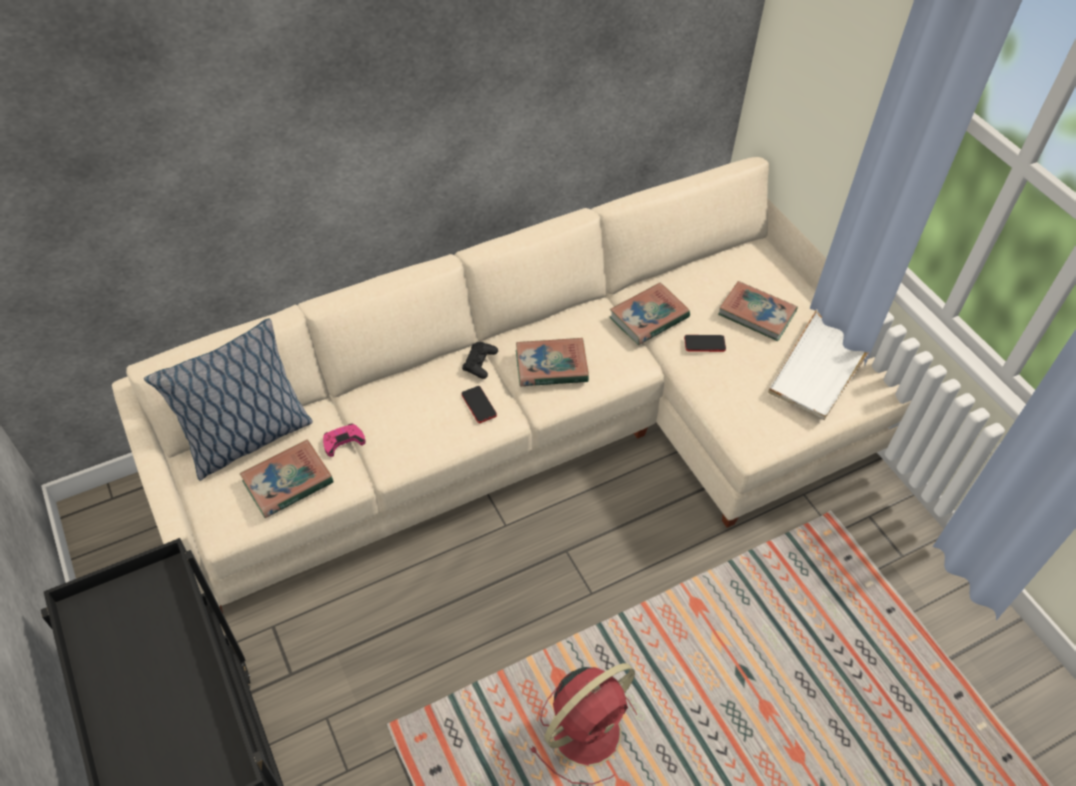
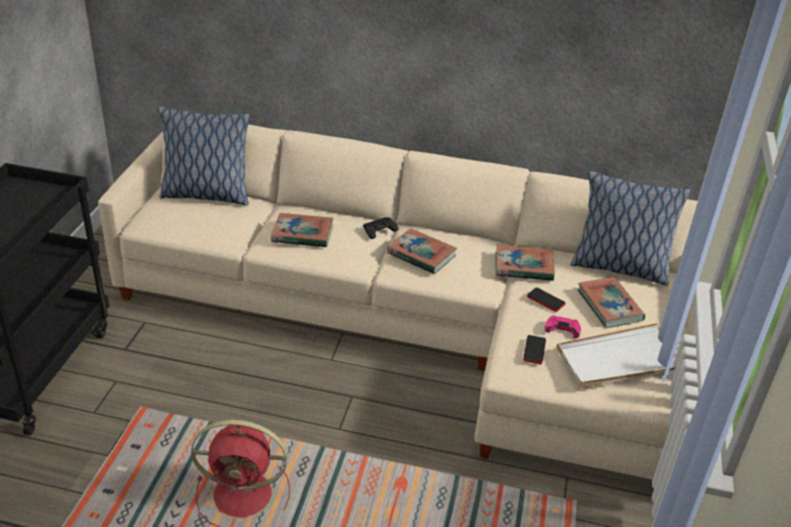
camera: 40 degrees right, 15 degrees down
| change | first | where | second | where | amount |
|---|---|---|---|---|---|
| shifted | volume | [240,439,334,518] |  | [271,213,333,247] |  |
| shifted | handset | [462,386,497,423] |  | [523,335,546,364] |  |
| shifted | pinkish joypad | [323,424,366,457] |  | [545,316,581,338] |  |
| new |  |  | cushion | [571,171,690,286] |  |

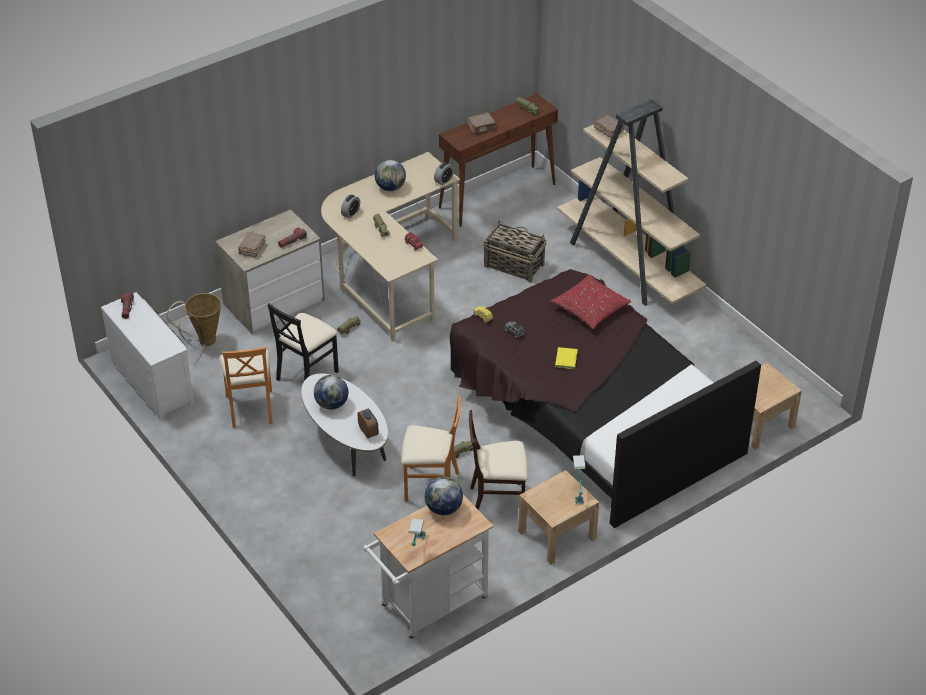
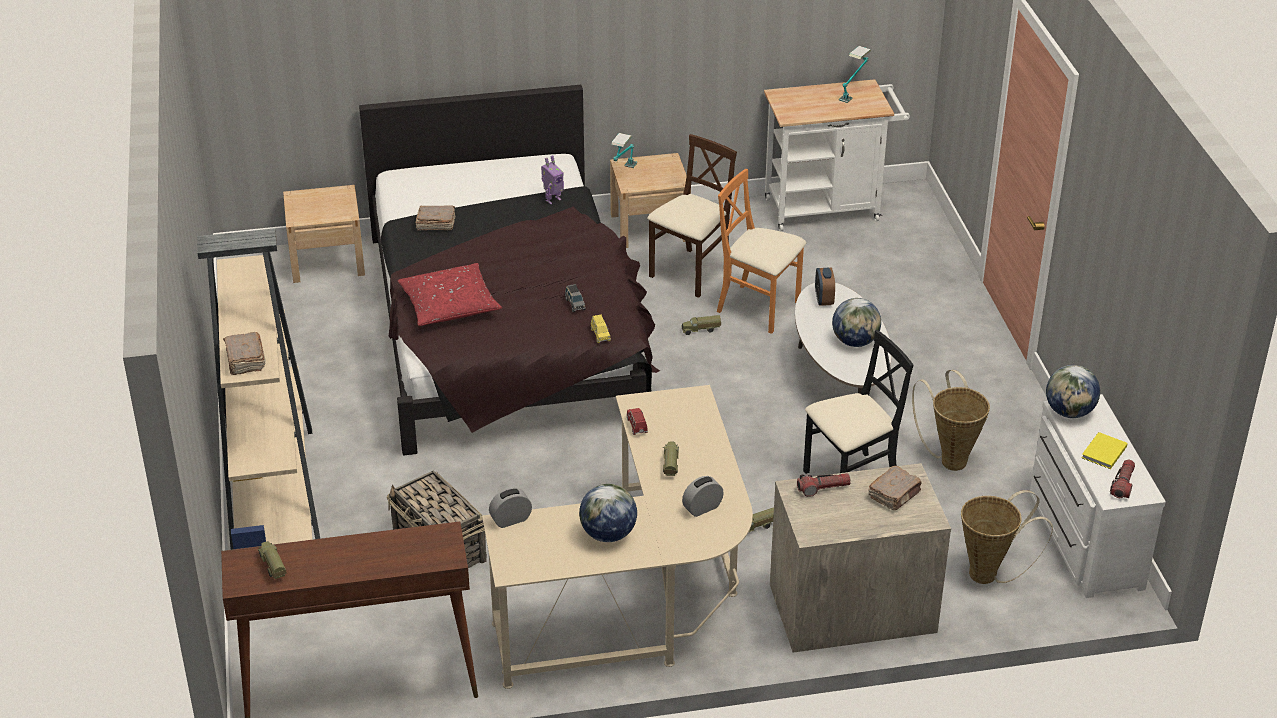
camera: 155 degrees left, 5 degrees down
| change | first | where | second | where | amount |
|---|---|---|---|---|---|
| shifted | brown volume | [468,113,496,133] |  | [416,205,455,230] |  |
| new |  |  | toy robot | [541,155,564,205] |  |
| rotated | beige-coloured chair | [469,410,528,510] |  | [647,134,737,298] | 75 degrees counterclockwise |
| swapped | orange-coloured chair | [219,347,273,428] | household basket | [912,370,990,471] |  |
| shifted | desk globe | [424,476,463,515] |  | [1046,365,1100,418] |  |
| shifted | yellow volume | [555,347,578,369] |  | [1082,432,1128,469] |  |

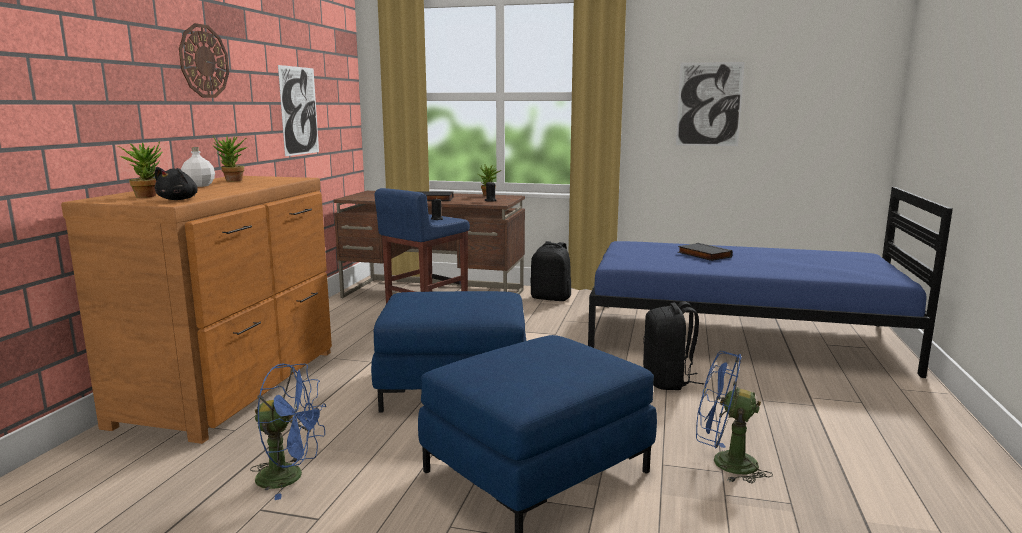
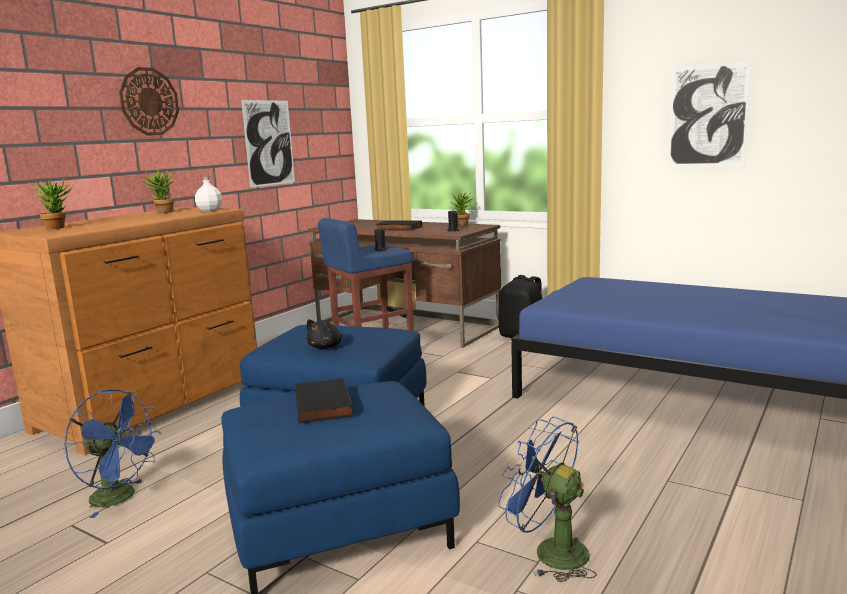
camera: 20 degrees right, 0 degrees up
| change | first | where | second | where | amount |
|---|---|---|---|---|---|
| shifted | white drink bottle | [181,147,215,187] |  | [195,176,222,211] |  |
| shifted | blackish volume | [678,243,733,261] |  | [295,378,354,423] |  |
| shifted | blackish cuddly toy | [155,167,198,200] |  | [306,319,342,349] |  |
| gone | blackish rucksack | [643,301,704,390] |  |  |  |

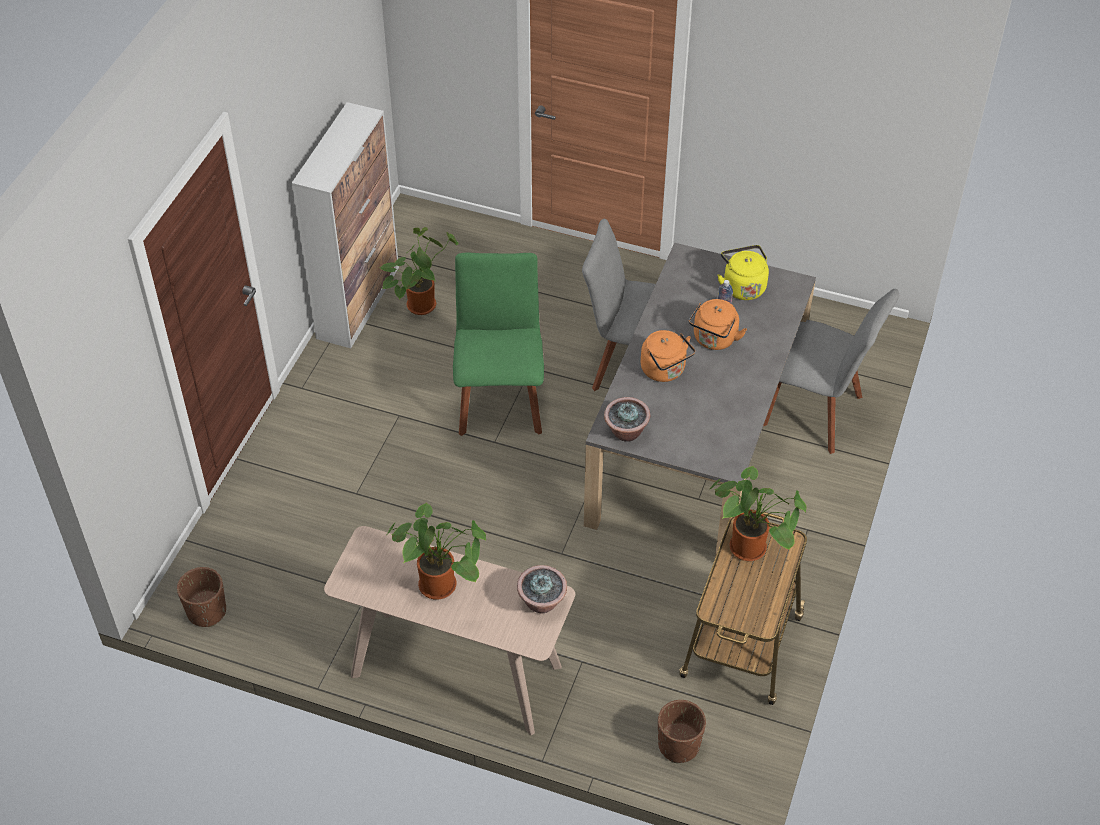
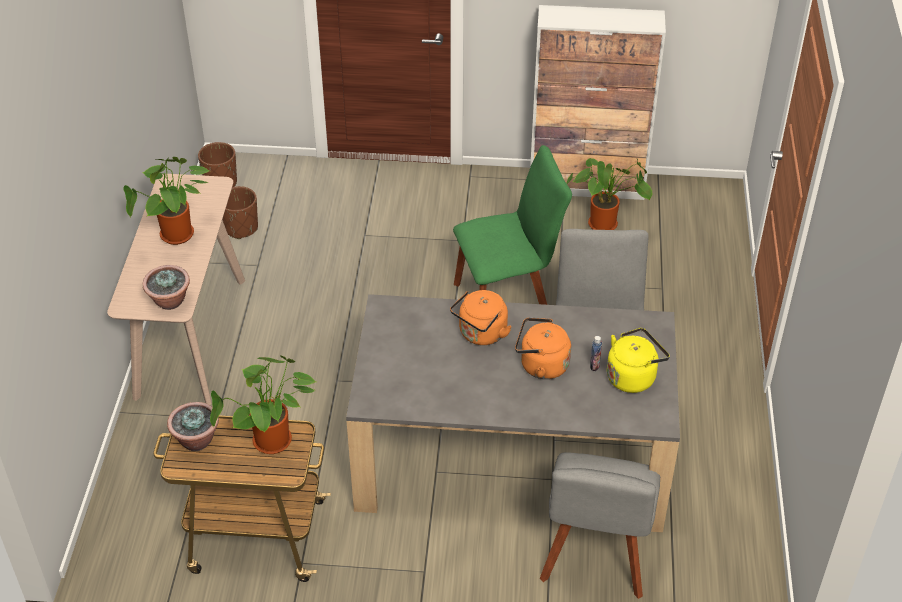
camera: 75 degrees right, 5 degrees down
| change | first | where | second | where | amount |
|---|---|---|---|---|---|
| shifted | potted plant | [604,397,650,442] |  | [167,402,219,451] |  |
| shifted | brown planter | [658,700,706,763] |  | [222,186,258,239] |  |

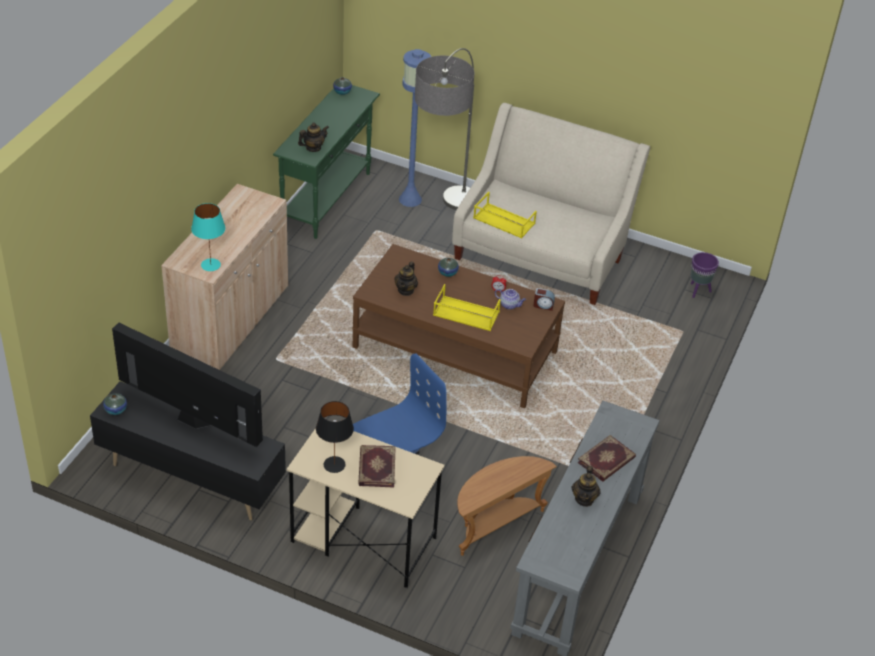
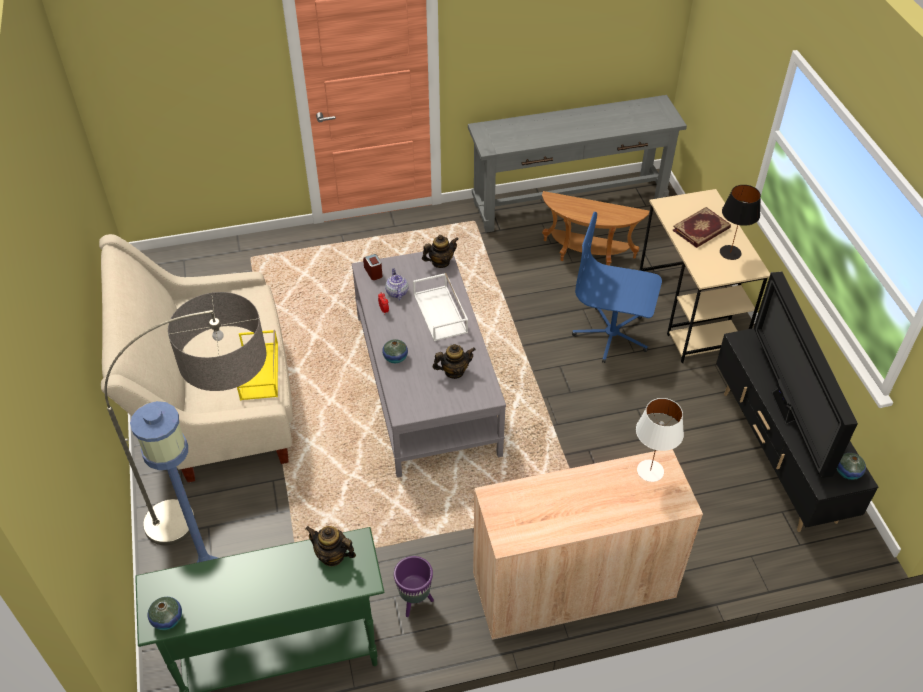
camera: 125 degrees left, 5 degrees up
| change | first | where | second | where | amount |
|---|---|---|---|---|---|
| repainted | brown low table | [352,244,565,408] | gray low table | [352,252,506,478] |  |
| shifted | purplish planter | [691,252,719,298] |  | [394,556,434,617] |  |
| repainted | yellow serving tray | [433,284,501,331] | white serving tray | [413,273,468,341] |  |
| shifted | pot for tea | [572,466,601,507] |  | [422,235,459,268] |  |
| repainted | blue-green table lamp | [191,203,225,271] | white table lamp | [636,398,684,482] |  |
| gone | volume | [577,435,636,482] |  |  |  |

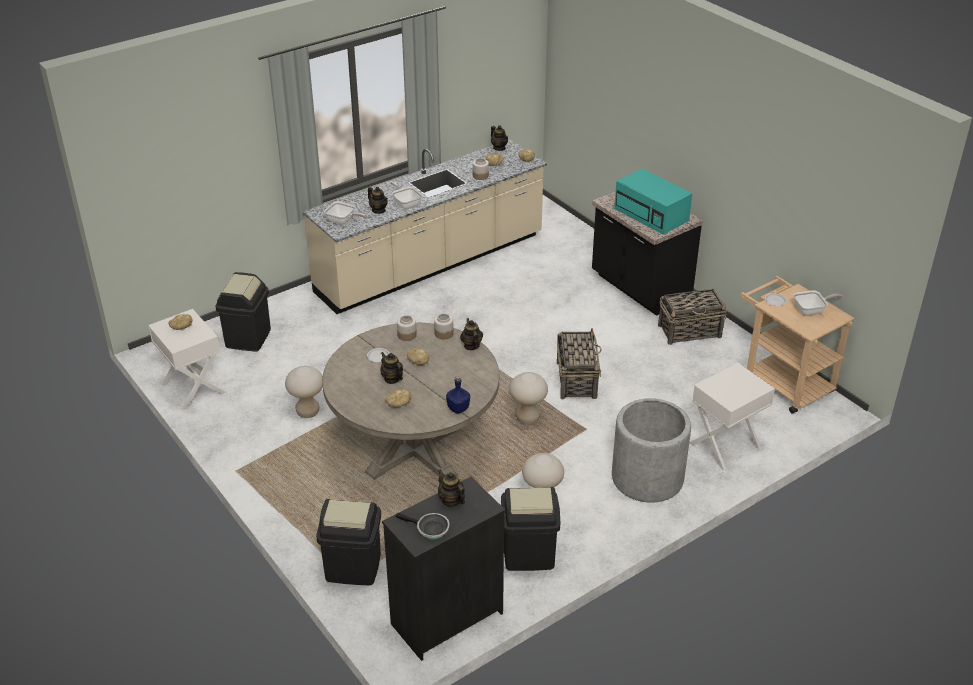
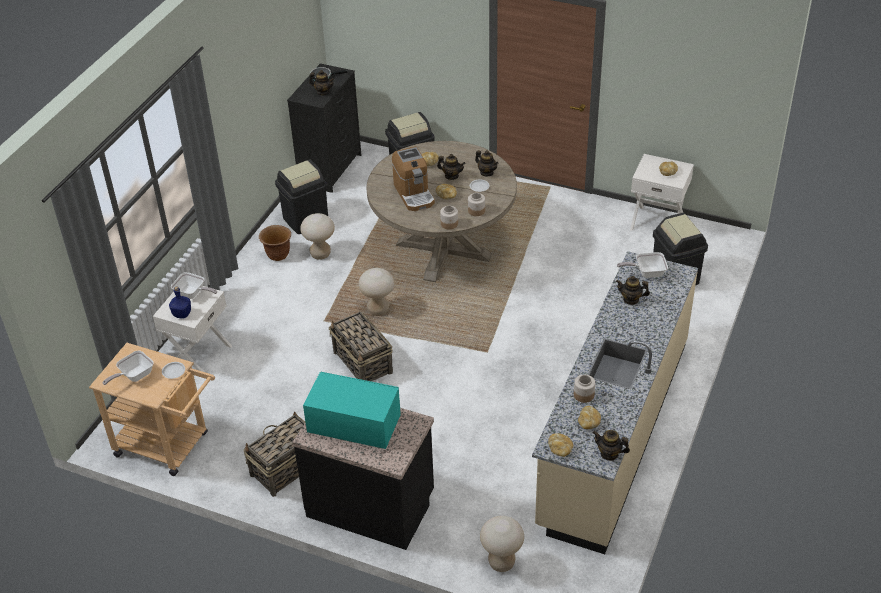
camera: 150 degrees right, 5 degrees up
| change | first | where | second | where | amount |
|---|---|---|---|---|---|
| shifted | blue drink bottle | [446,376,470,414] |  | [169,286,191,319] |  |
| shifted | skillet | [390,181,422,209] |  | [171,272,217,299] |  |
| new |  |  | brown planter | [259,225,291,261] |  |
| new |  |  | coffee machine | [392,146,435,211] |  |
| shifted | pot for tea | [460,318,483,350] |  | [475,150,498,176] |  |
| shifted | beige-coloured stool seat | [285,366,323,418] |  | [480,516,524,572] |  |
| gone | gray planter | [612,398,691,503] |  |  |  |

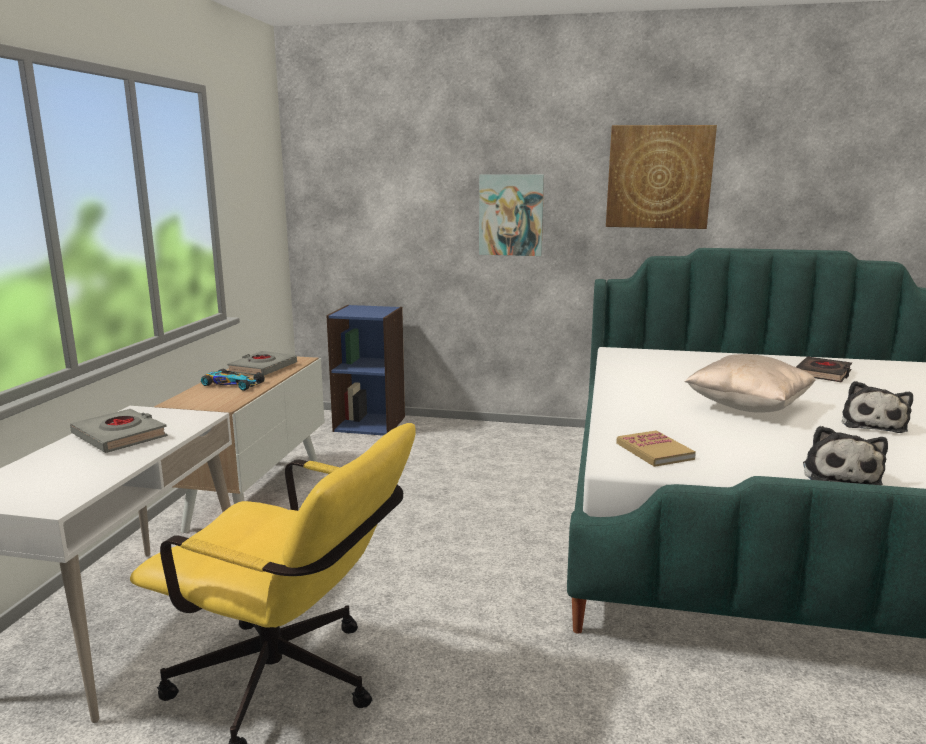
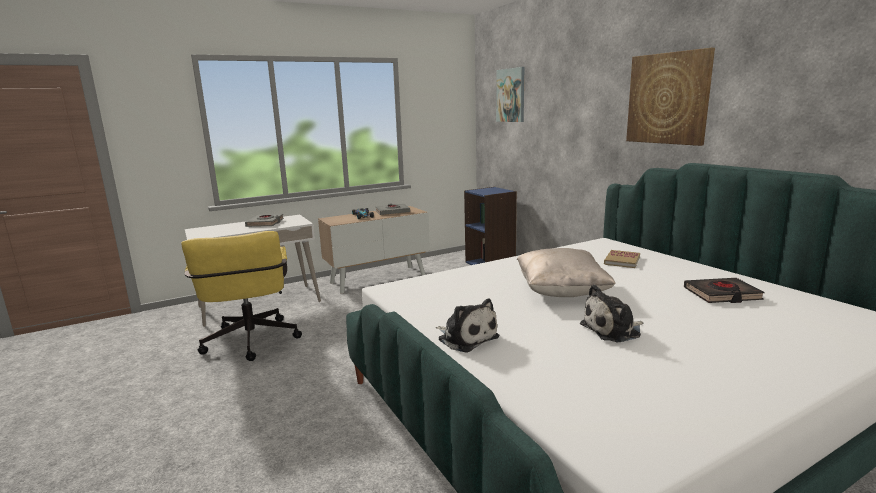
camera: 50 degrees right, 0 degrees up
| change | first | where | second | where | amount |
|---|---|---|---|---|---|
| rotated | cuddly toy | [803,426,888,485] |  | [436,298,499,353] | 105 degrees counterclockwise |
| shifted | picture | [479,174,544,256] |  | [496,67,524,122] |  |
| shifted | volume | [616,430,696,467] |  | [604,250,640,268] |  |

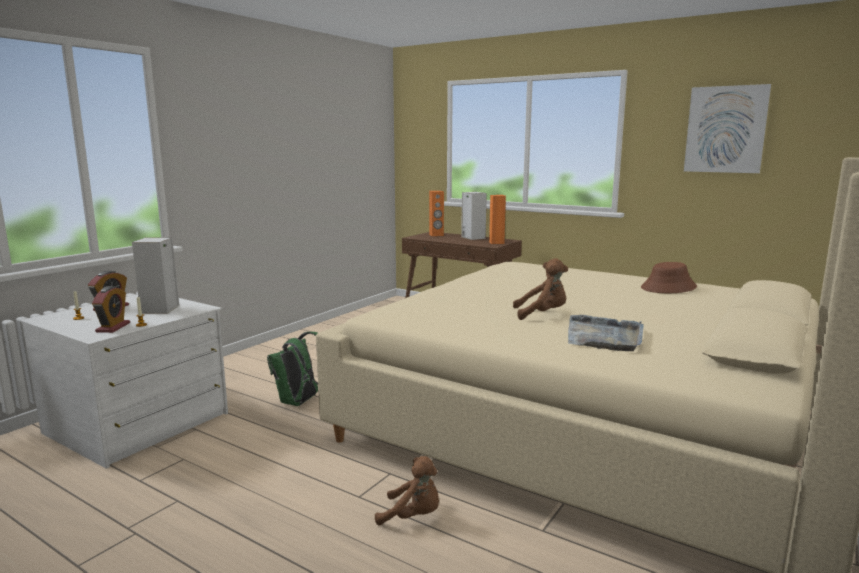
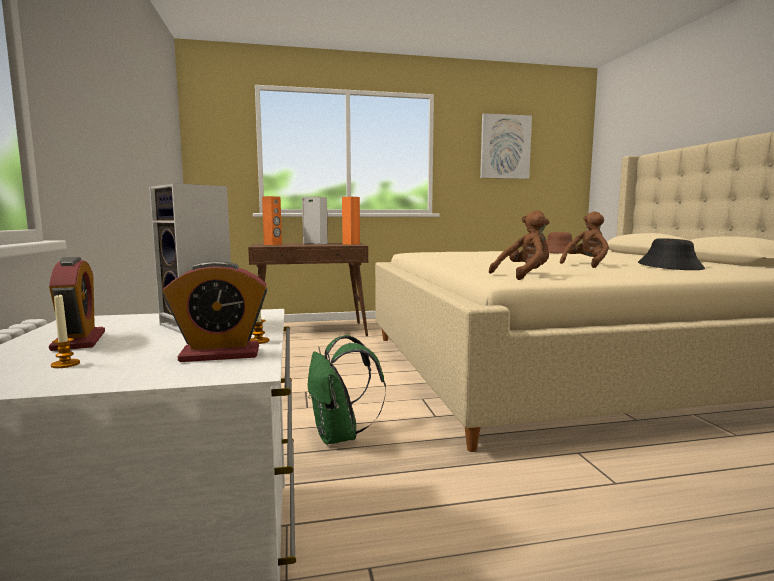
camera: 45 degrees left, 5 degrees down
| change | first | where | second | where | amount |
|---|---|---|---|---|---|
| rotated | bedside clock | [92,286,130,333] |  | [163,261,267,362] | 120 degrees clockwise |
| shifted | brown cuddly toy | [375,456,439,525] |  | [489,210,550,280] |  |
| swapped | gray serving tray | [568,315,644,351] | blackish clothing hat | [638,238,705,270] |  |

